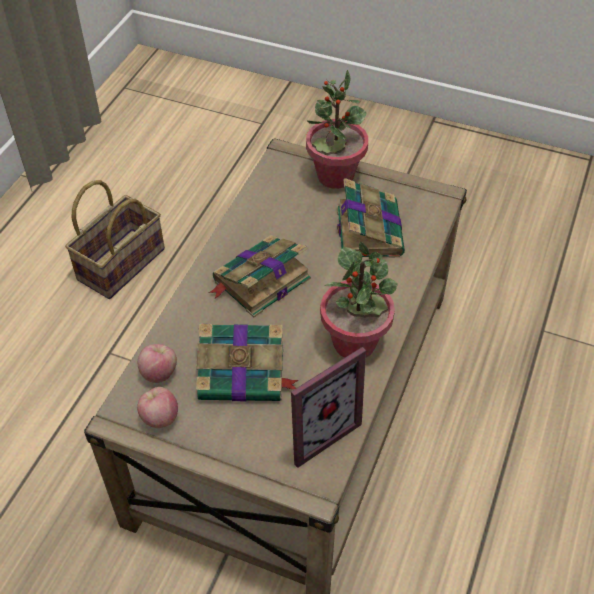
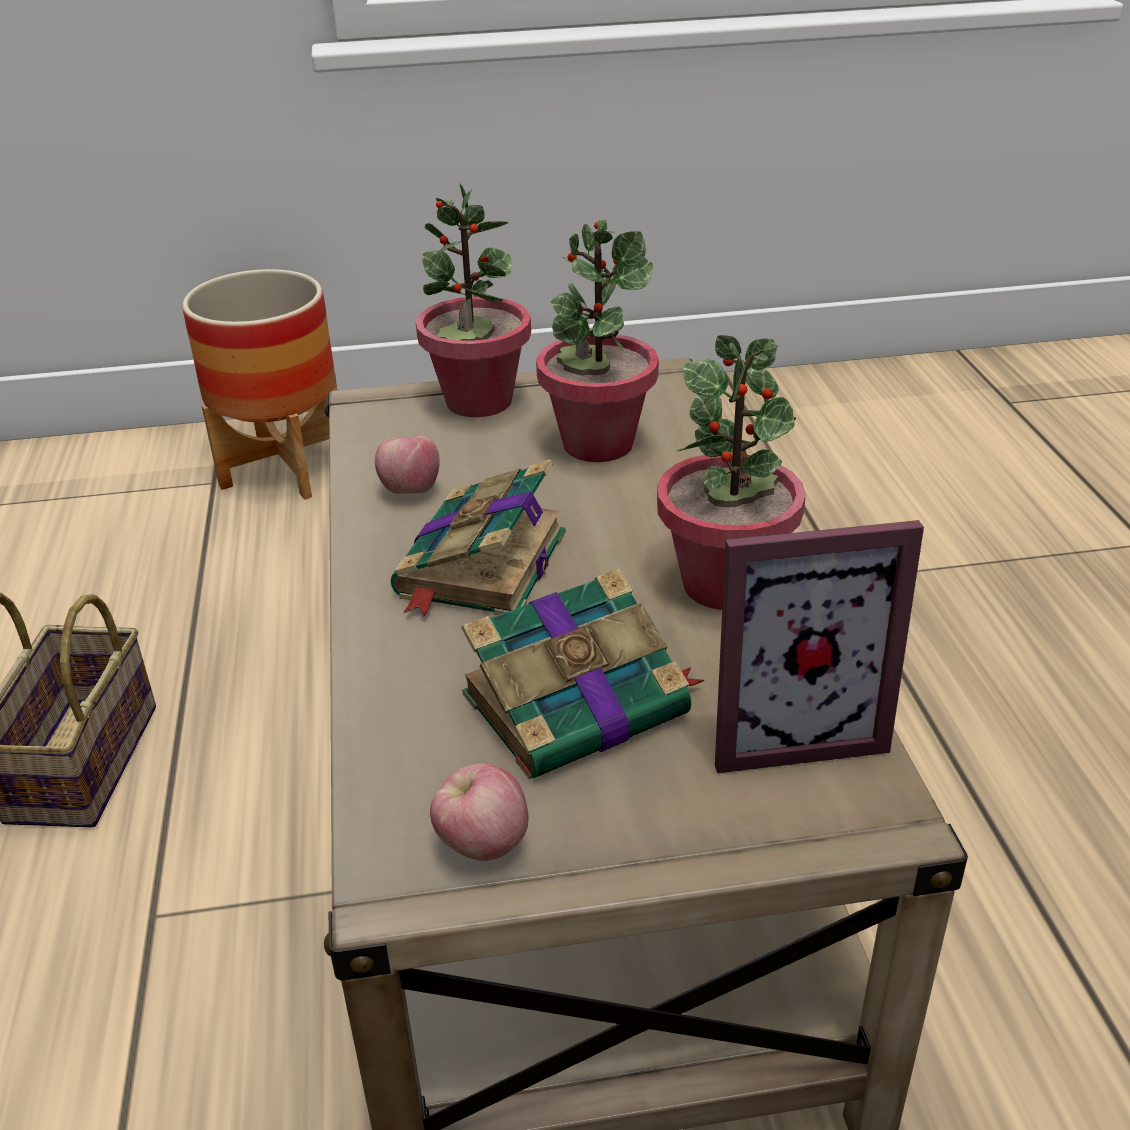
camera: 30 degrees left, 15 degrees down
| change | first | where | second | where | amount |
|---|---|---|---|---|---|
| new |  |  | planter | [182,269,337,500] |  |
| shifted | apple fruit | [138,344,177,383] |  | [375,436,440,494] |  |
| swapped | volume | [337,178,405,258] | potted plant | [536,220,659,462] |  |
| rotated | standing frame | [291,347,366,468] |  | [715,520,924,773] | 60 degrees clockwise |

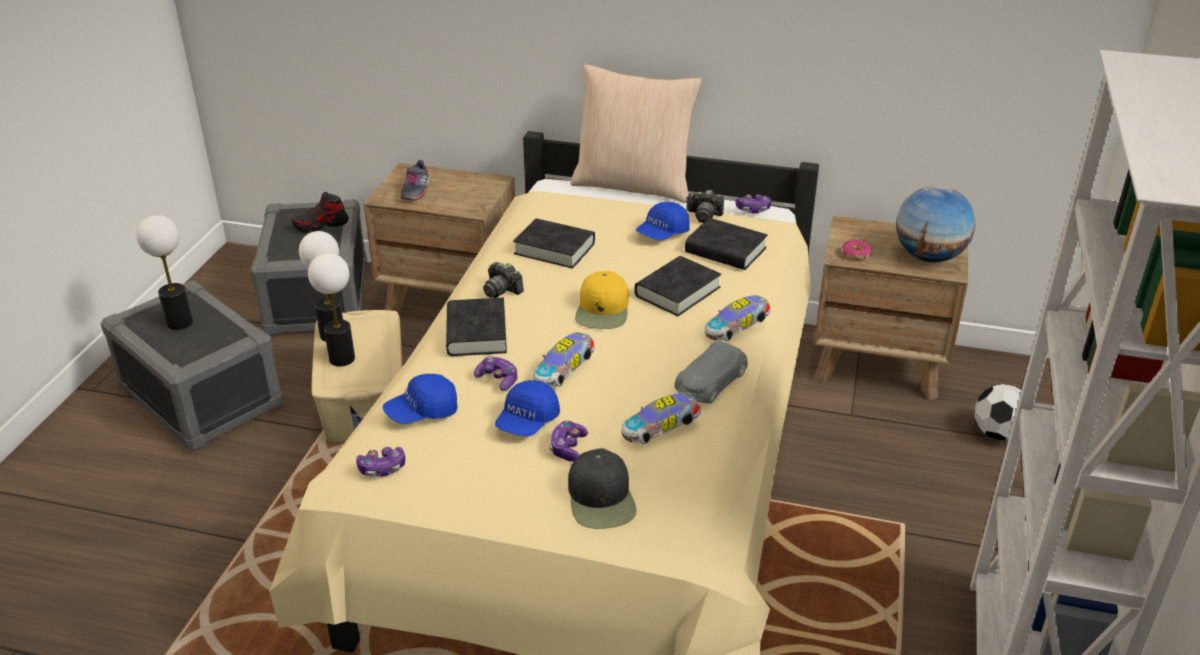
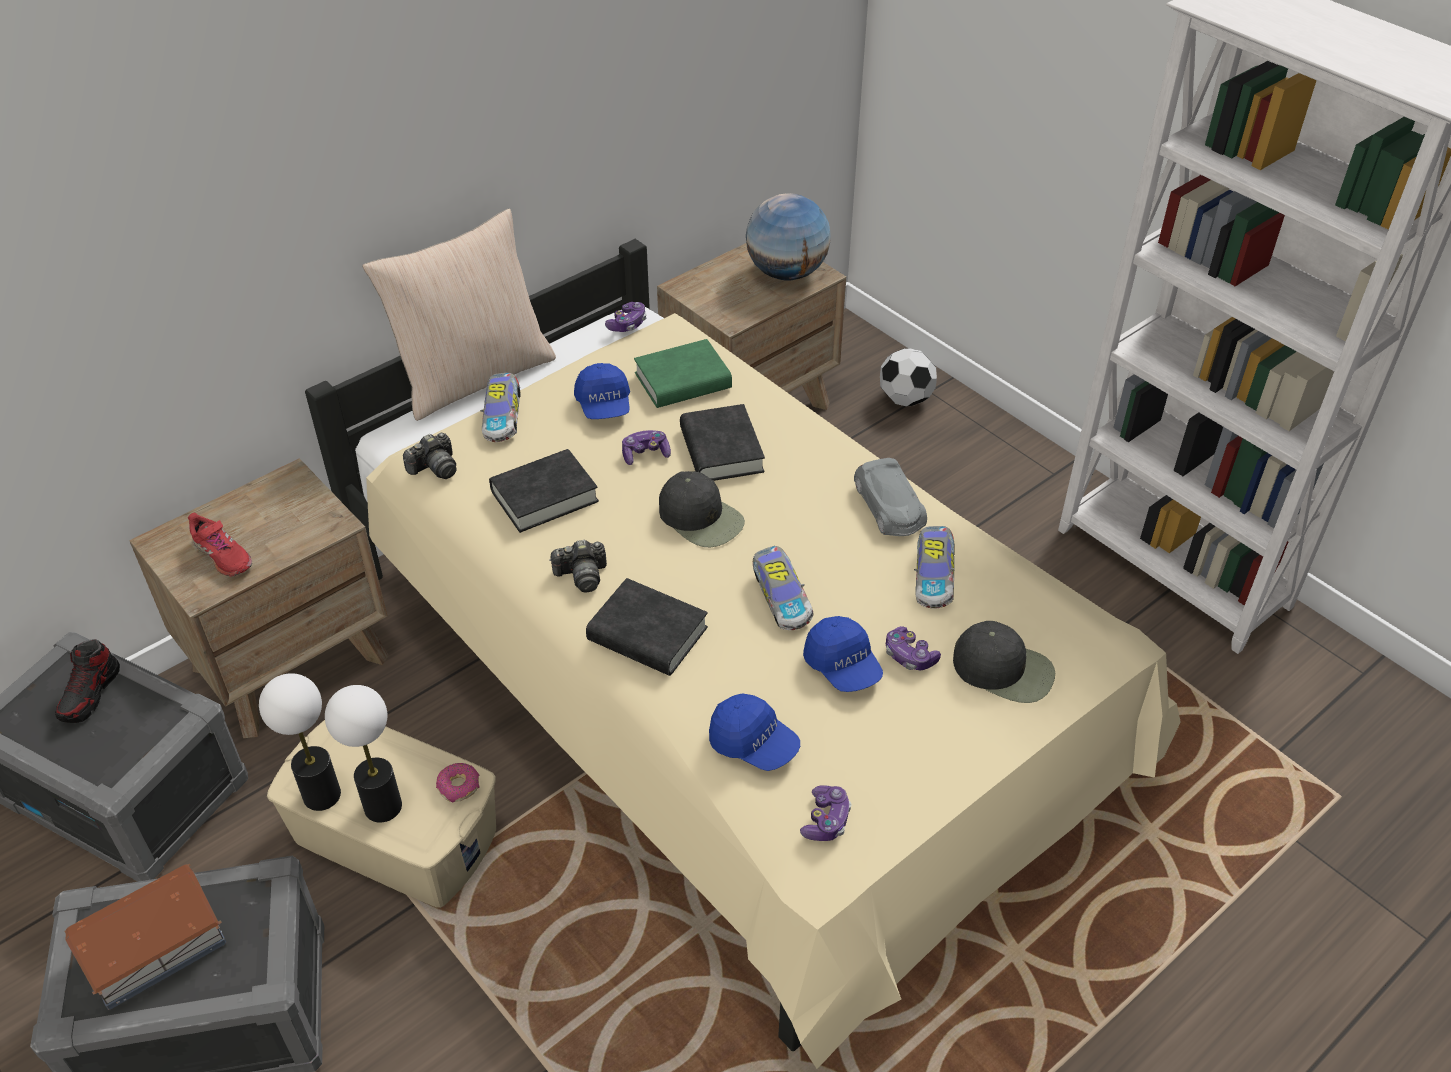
camera: 55 degrees left, 10 degrees up
| change | first | where | second | where | amount |
|---|---|---|---|---|---|
| swapped | table lamp | [136,215,193,330] | miniature house | [64,863,227,1010] |  |
| repainted | gray shoe | [400,160,431,200] | red shoe | [188,513,252,576] |  |
| shifted | photo camera | [687,190,724,223] |  | [403,433,457,479] |  |
| shifted | ring doughnut | [842,239,872,260] |  | [436,763,479,802] |  |
| shifted | model car | [705,295,771,341] |  | [480,372,521,442] |  |
| shifted | joypad | [474,356,517,391] |  | [622,430,671,465] |  |
| repainted | blackish volume | [685,218,768,270] | green volume | [634,339,732,408] |  |
| repainted | yellow peaked cap | [575,271,629,329] | blackish peaked cap | [659,471,745,547] |  |
| rotated | blue peaked cap | [383,374,458,424] |  | [709,693,800,771] | 60 degrees counterclockwise |

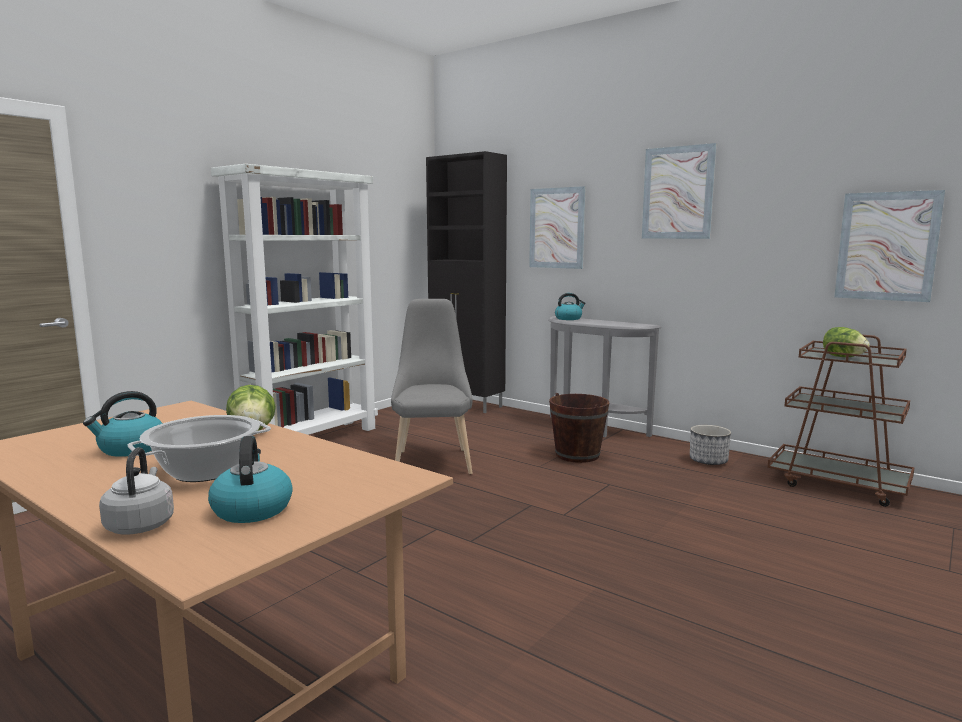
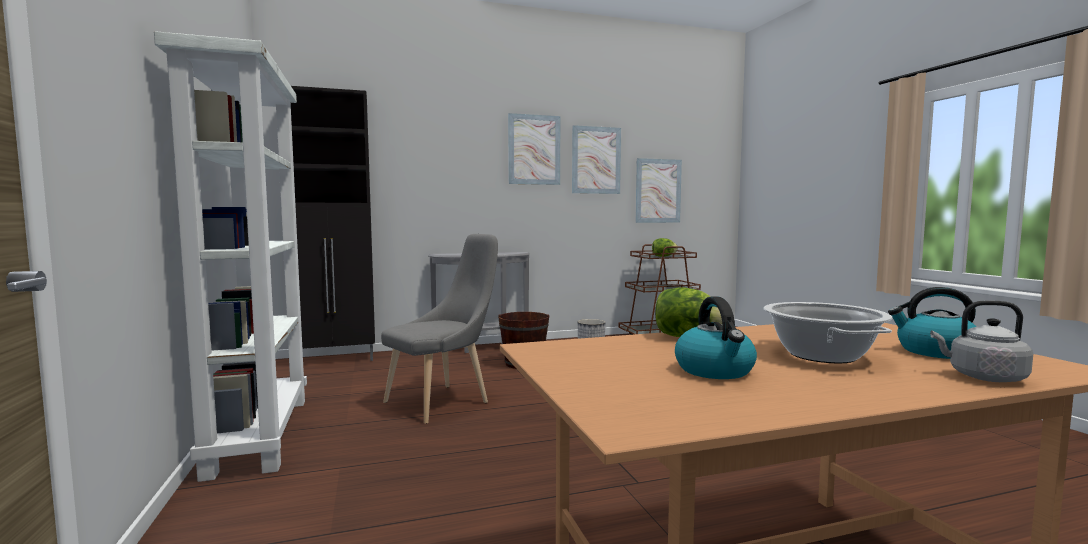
camera: 55 degrees left, 5 degrees down
| change | first | where | second | where | amount |
|---|---|---|---|---|---|
| rotated | gray chair | [391,299,473,474] |  | [381,234,498,424] | 105 degrees clockwise |
| shifted | picture | [529,186,586,269] |  | [572,125,621,194] |  |
| gone | water kettle | [555,293,586,320] |  |  |  |

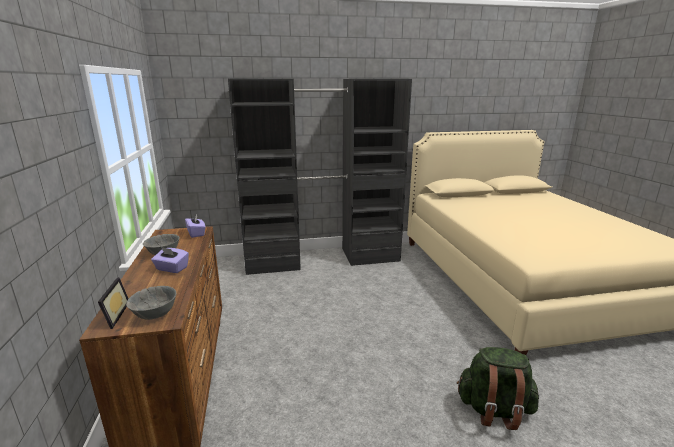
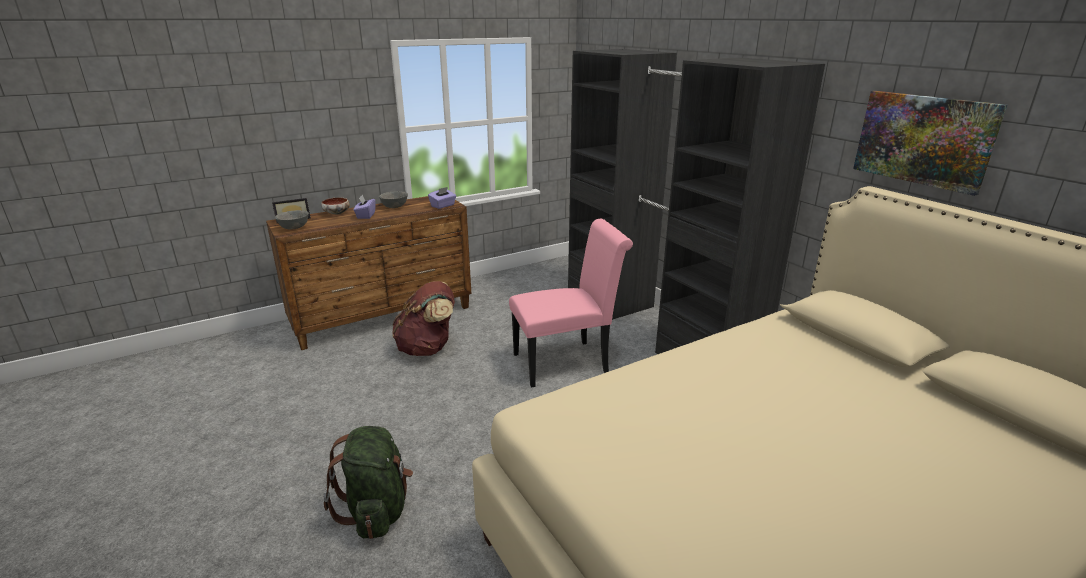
camera: 70 degrees right, 5 degrees up
| change | first | where | second | where | amount |
|---|---|---|---|---|---|
| new |  |  | deep dish | [321,198,350,215] |  |
| new |  |  | brown rucksack | [392,281,455,356] |  |
| new |  |  | pinkish chair | [509,219,633,387] |  |
| new |  |  | picture | [853,91,1007,196] |  |

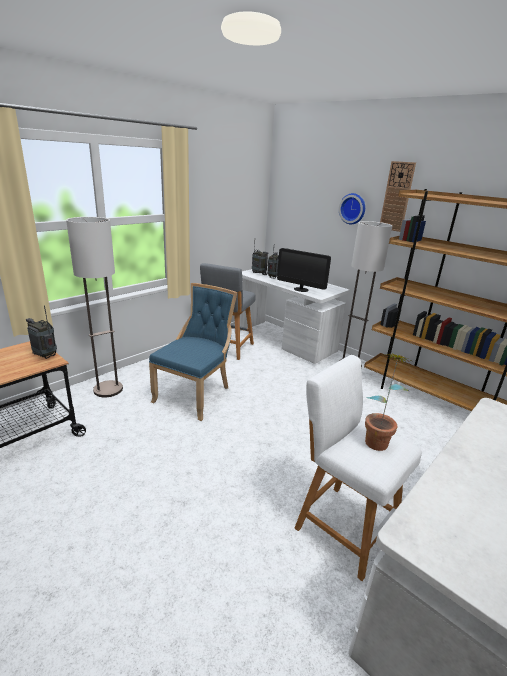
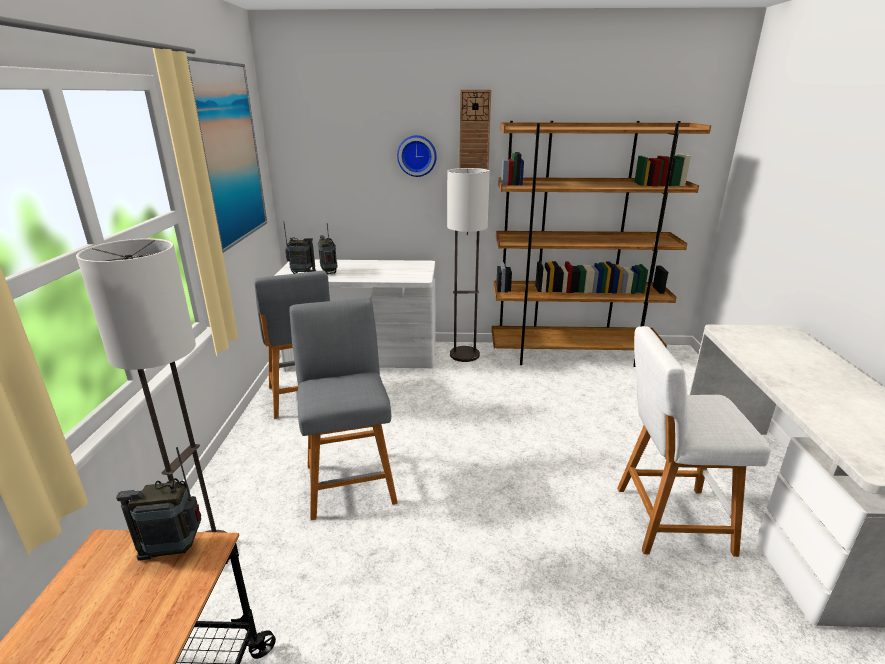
camera: 40 degrees left, 0 degrees up
| change | first | where | second | where | amount |
|---|---|---|---|---|---|
| new |  |  | picture | [187,56,267,253] |  |
| swapped | blue chair | [149,283,237,421] | gray stool seat | [289,298,398,520] |  |
| gone | computer screen | [277,248,331,292] |  |  |  |
| gone | potted plant | [365,353,410,451] |  |  |  |

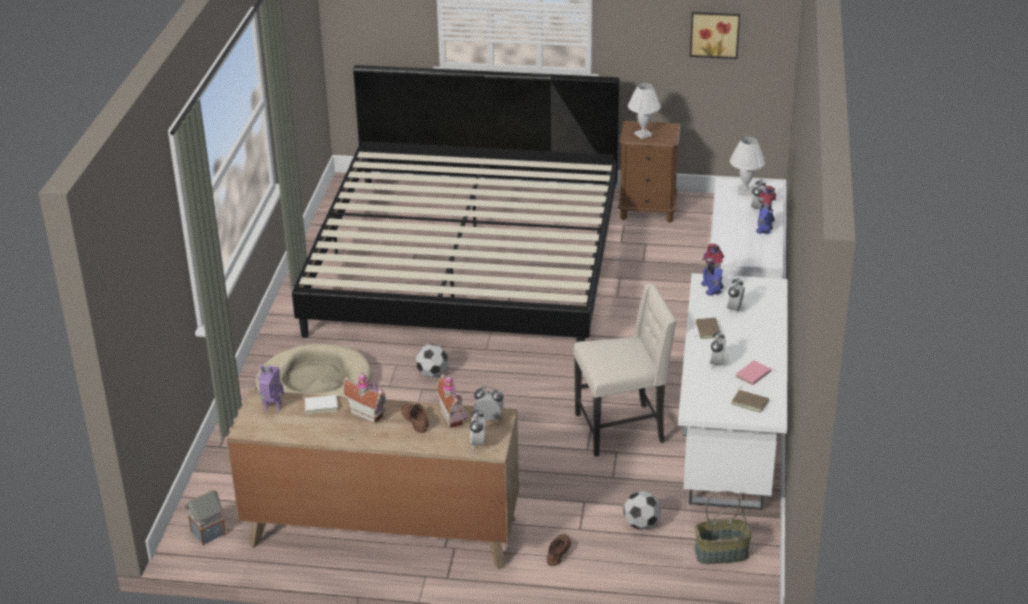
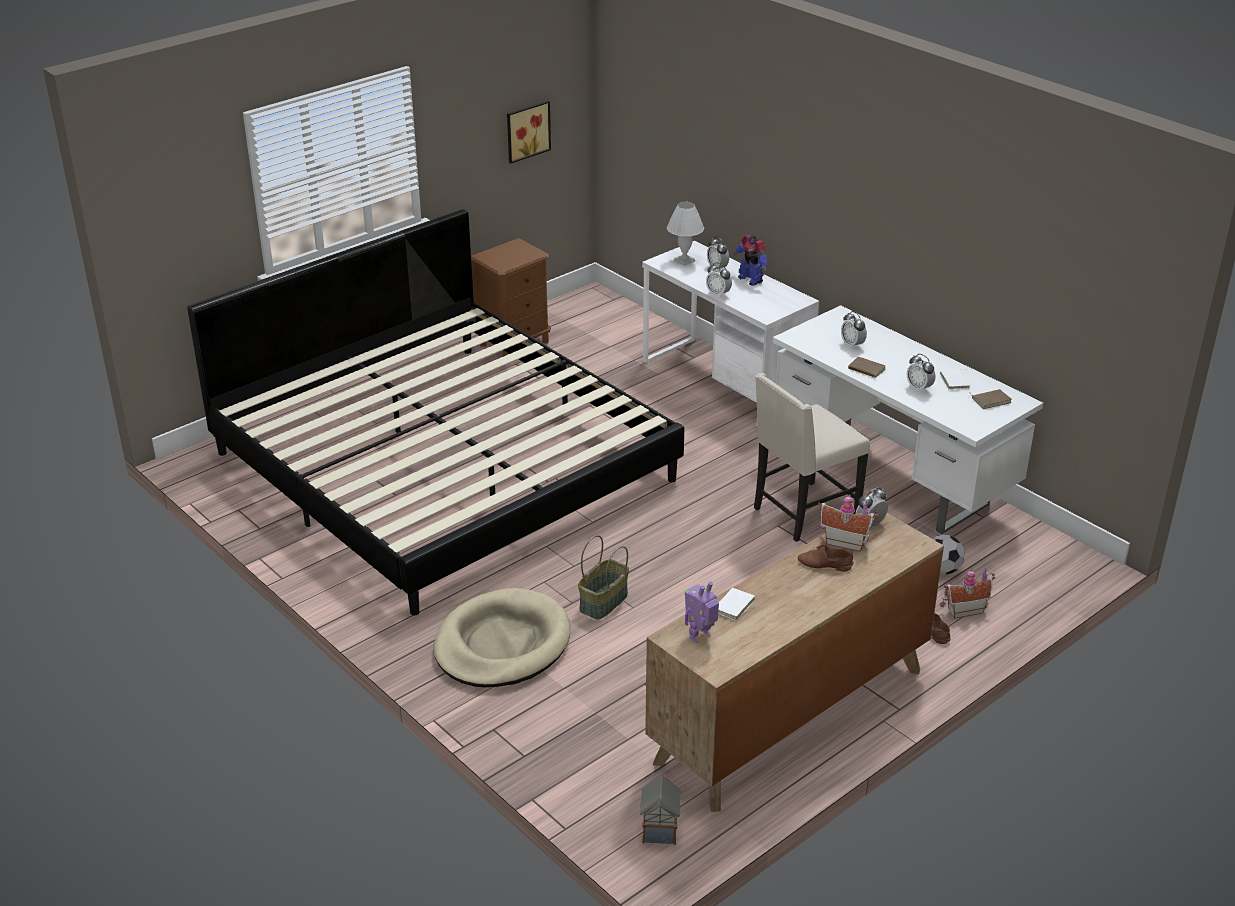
camera: 50 degrees left, 0 degrees up
| change | first | where | second | where | amount |
|---|---|---|---|---|---|
| shifted | household basket | [695,491,752,564] |  | [578,535,629,619] |  |
| shifted | bedside clock | [470,409,486,449] |  | [706,262,732,298] |  |
| rotated | beige-coloured chair | [573,283,676,457] |  | [754,373,870,542] | 150 degrees counterclockwise |
| repainted | pinkish volume | [735,360,772,385] | white volume | [940,368,970,390] |  |
| shifted | miniature house | [342,372,386,424] |  | [940,568,995,619] |  |
| gone | football ball | [416,344,448,377] |  |  |  |
| gone | white table lamp | [628,83,661,139] |  |  |  |
| gone | toy robot | [701,244,724,296] |  |  |  |

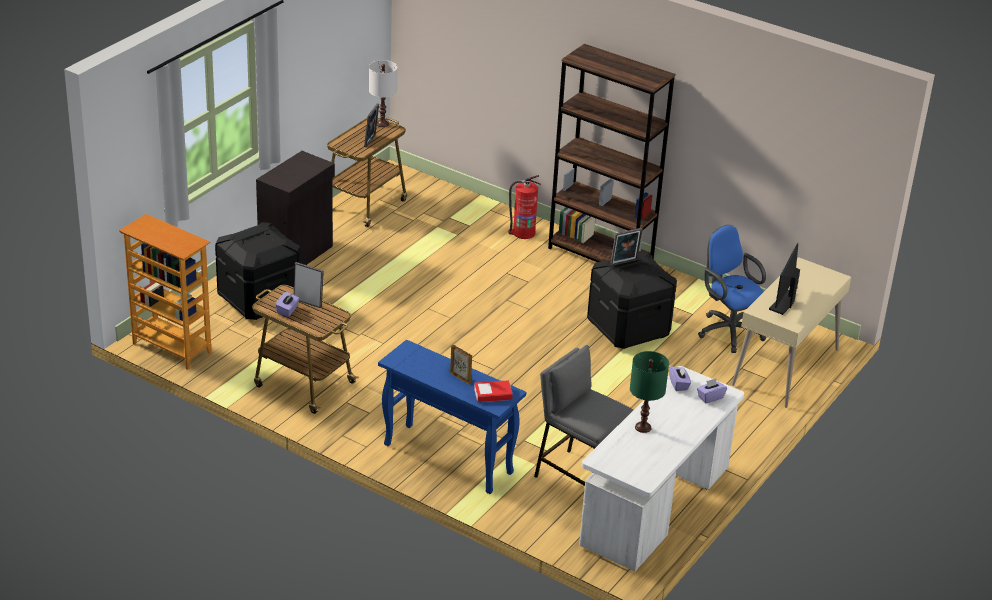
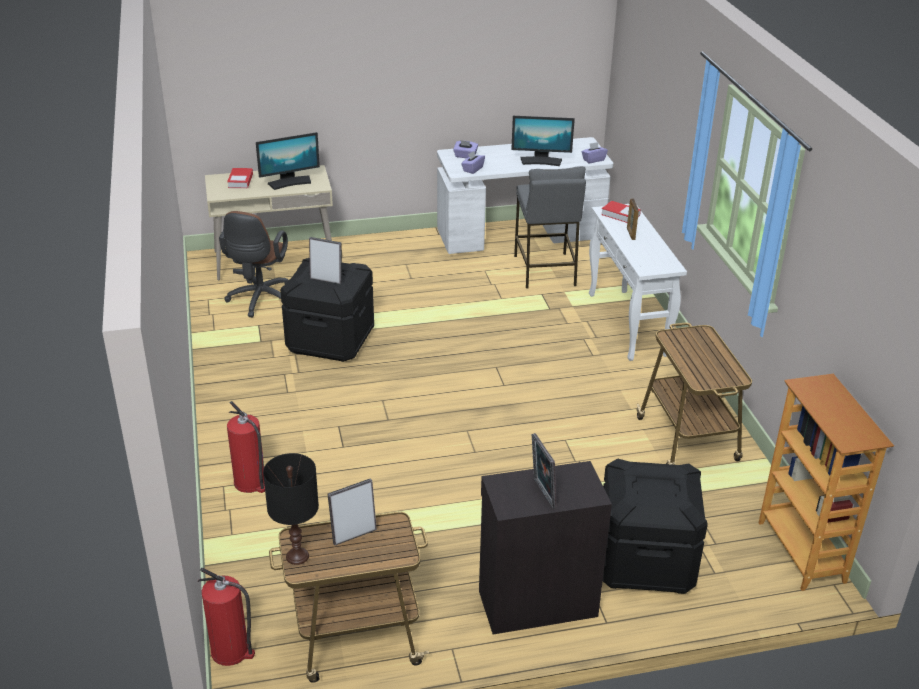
camera: 135 degrees left, 0 degrees up
| change | first | where | second | where | amount |
|---|---|---|---|---|---|
| new |  |  | fire-fighting cylinder | [198,567,255,666] |  |
| repainted | blue computer chair | [698,225,766,353] | brown computer chair | [219,211,288,317] |  |
| new |  |  | volume | [227,168,253,188] |  |
| repainted | white table lamp | [369,60,398,127] | blackish table lamp | [263,453,319,565] |  |
| swapped | green table lamp | [630,351,669,433] | computer screen | [511,116,575,166] |  |
| shifted | standing frame | [294,262,324,308] |  | [532,433,557,508] |  |
| shifted | purplish tissue holder | [275,292,300,317] |  | [581,142,608,163] |  |
| repainted | blue console table | [378,340,526,494] | white console table | [589,204,687,361] |  |
| gone | brown bookshelf | [548,44,675,262] |  |  |  |

